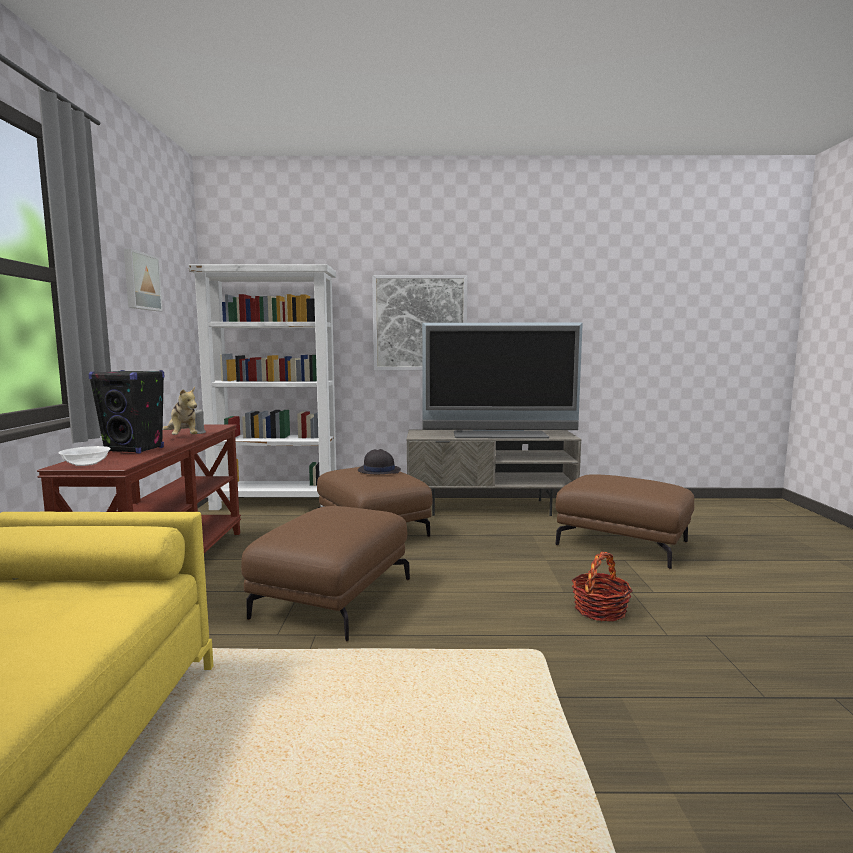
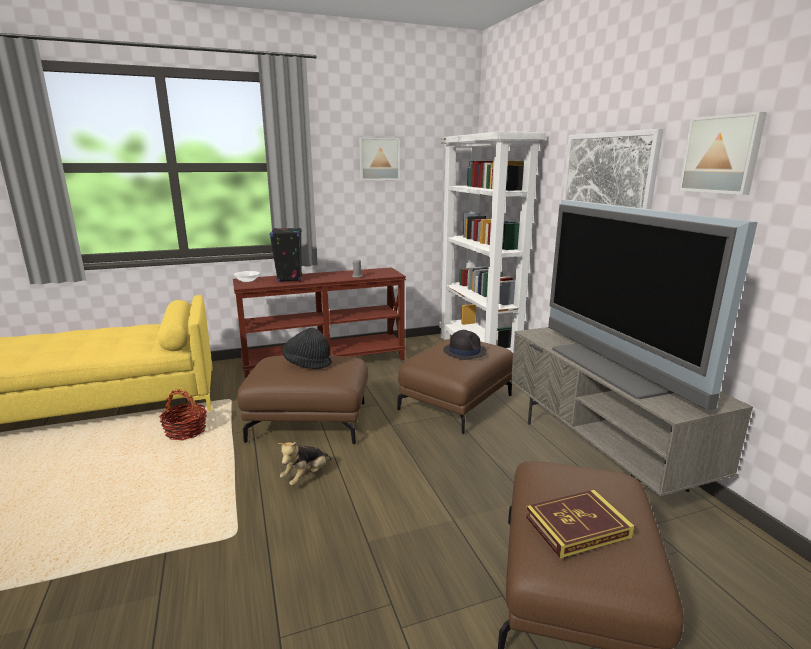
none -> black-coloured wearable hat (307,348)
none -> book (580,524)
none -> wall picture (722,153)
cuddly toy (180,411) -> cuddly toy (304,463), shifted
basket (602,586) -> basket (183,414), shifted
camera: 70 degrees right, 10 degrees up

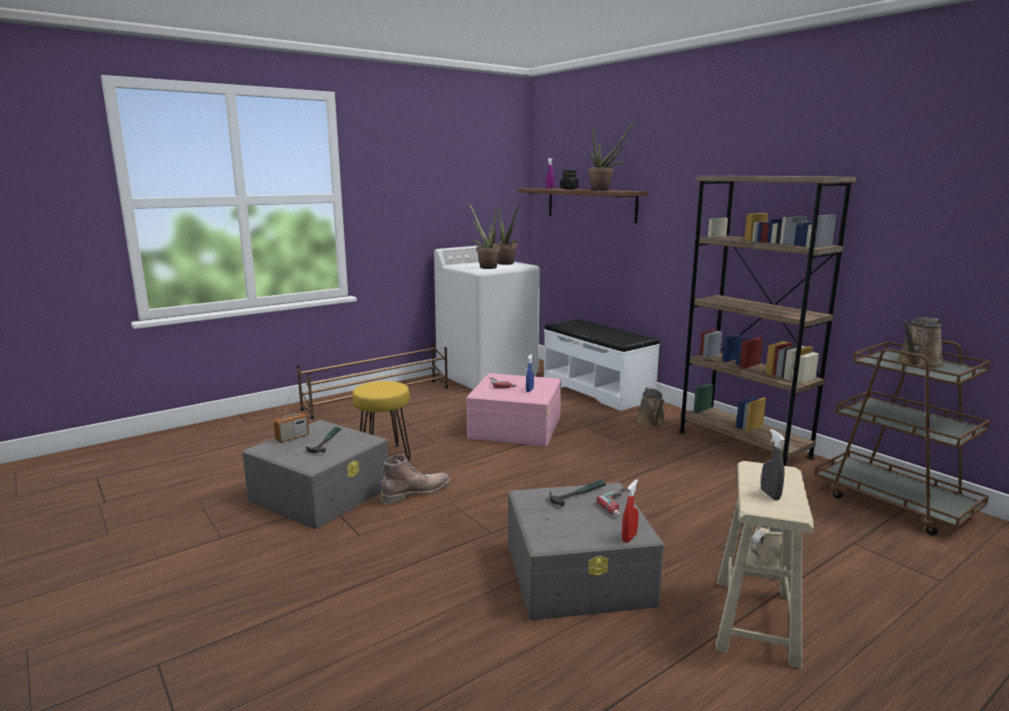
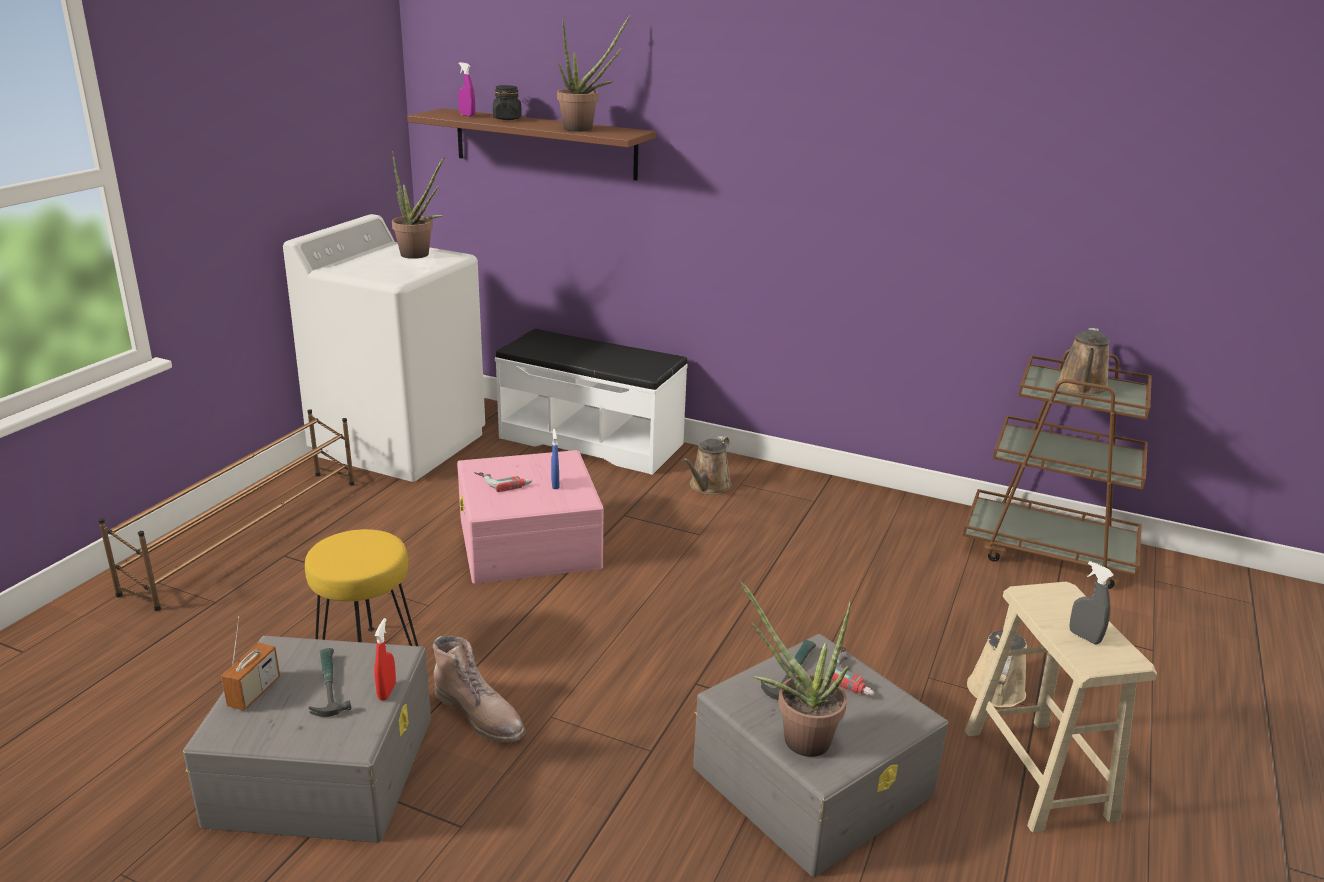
brown-coloured bookcase (767,321) -> none
houseplant (484,236) -> houseplant (795,668), shifted
red-coloured hand sprayer (630,511) -> red-coloured hand sprayer (385,659), shifted
brown-coloured tall boot (415,479) -> brown-coloured tall boot (479,689), 105 degrees clockwise
brown-coloured watering can (651,406) -> brown-coloured watering can (707,465), 60 degrees clockwise
camera: 30 degrees left, 10 degrees up

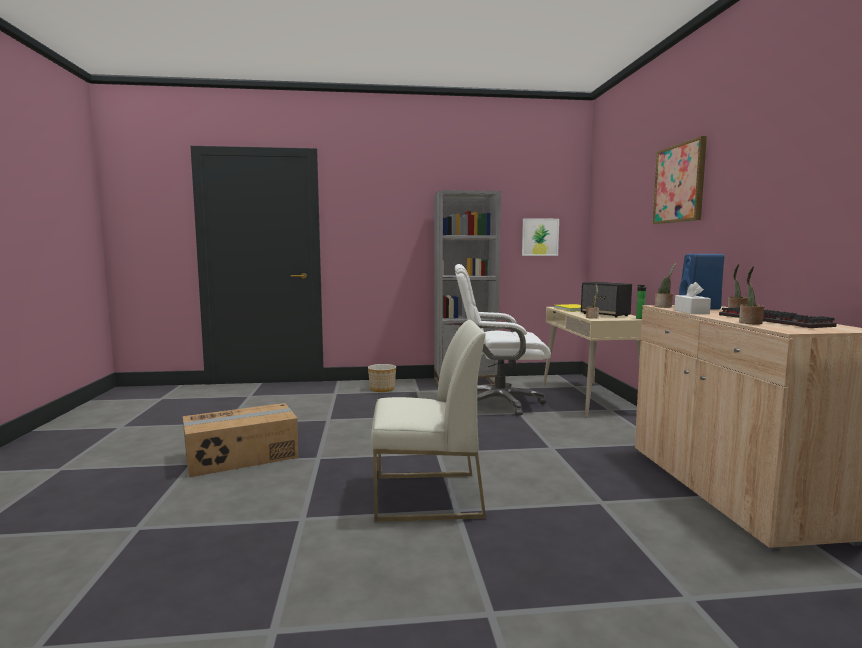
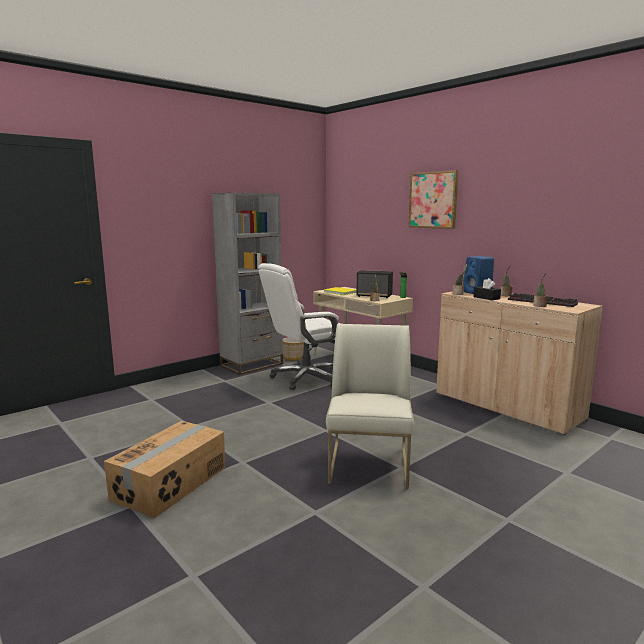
wall picture (540,237) -> none
planter (382,378) -> planter (293,349), shifted
white box of tissues (692,298) -> black-coloured box of tissues (487,289)
white chair (428,421) -> white chair (370,406), 45 degrees counterclockwise
camera: 35 degrees left, 5 degrees up

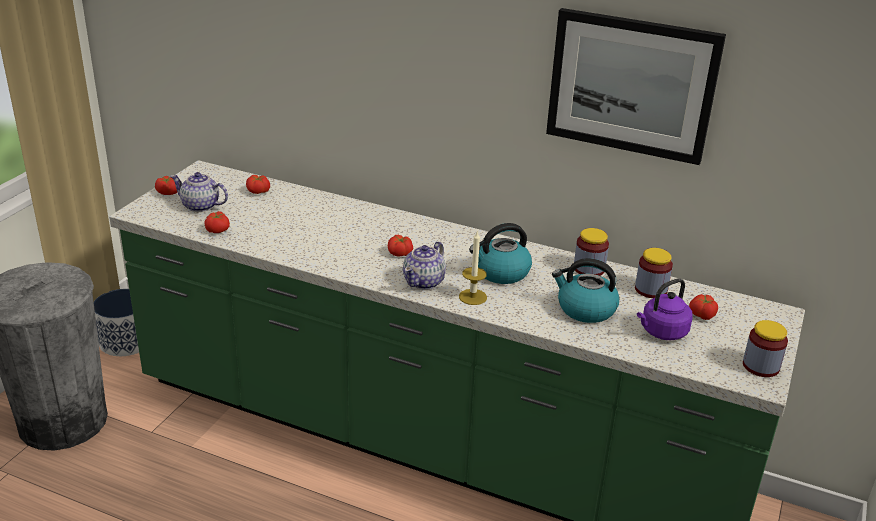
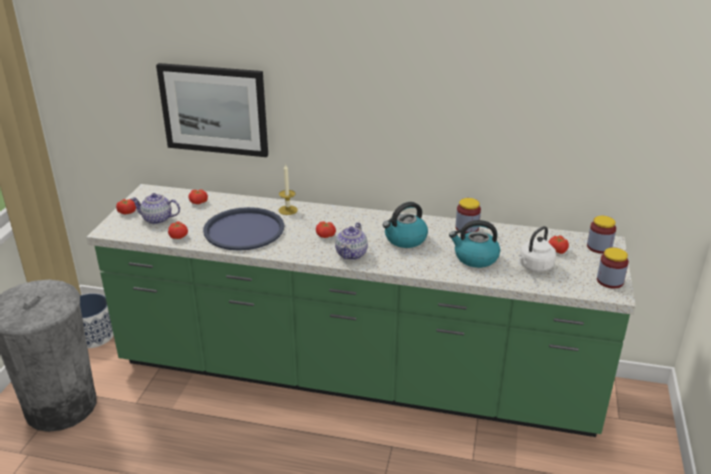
none -> blue tray (243,229)
wax candle (473,268) -> wax candle (288,190), shifted
wall picture (636,86) -> wall picture (212,110), shifted
preserve jar (654,273) -> preserve jar (601,235), shifted
purple kettle (664,309) -> white kettle (537,249)
camera: 10 degrees left, 0 degrees up

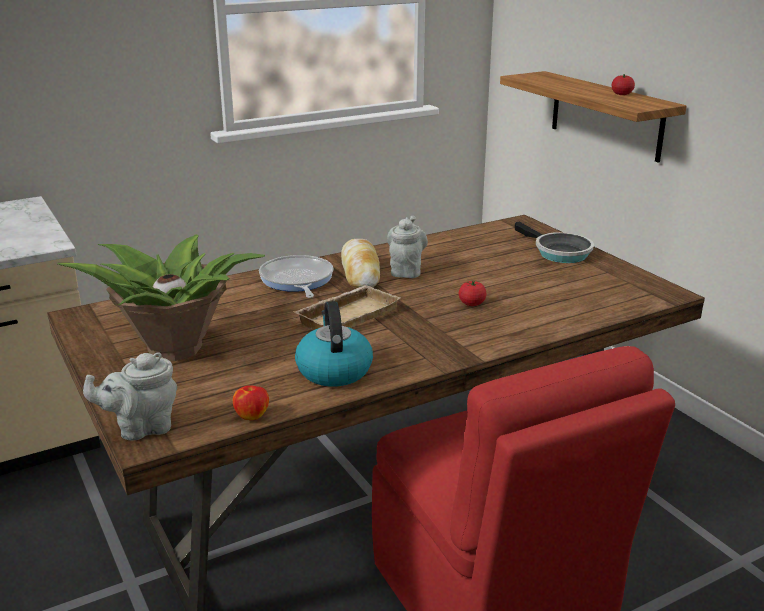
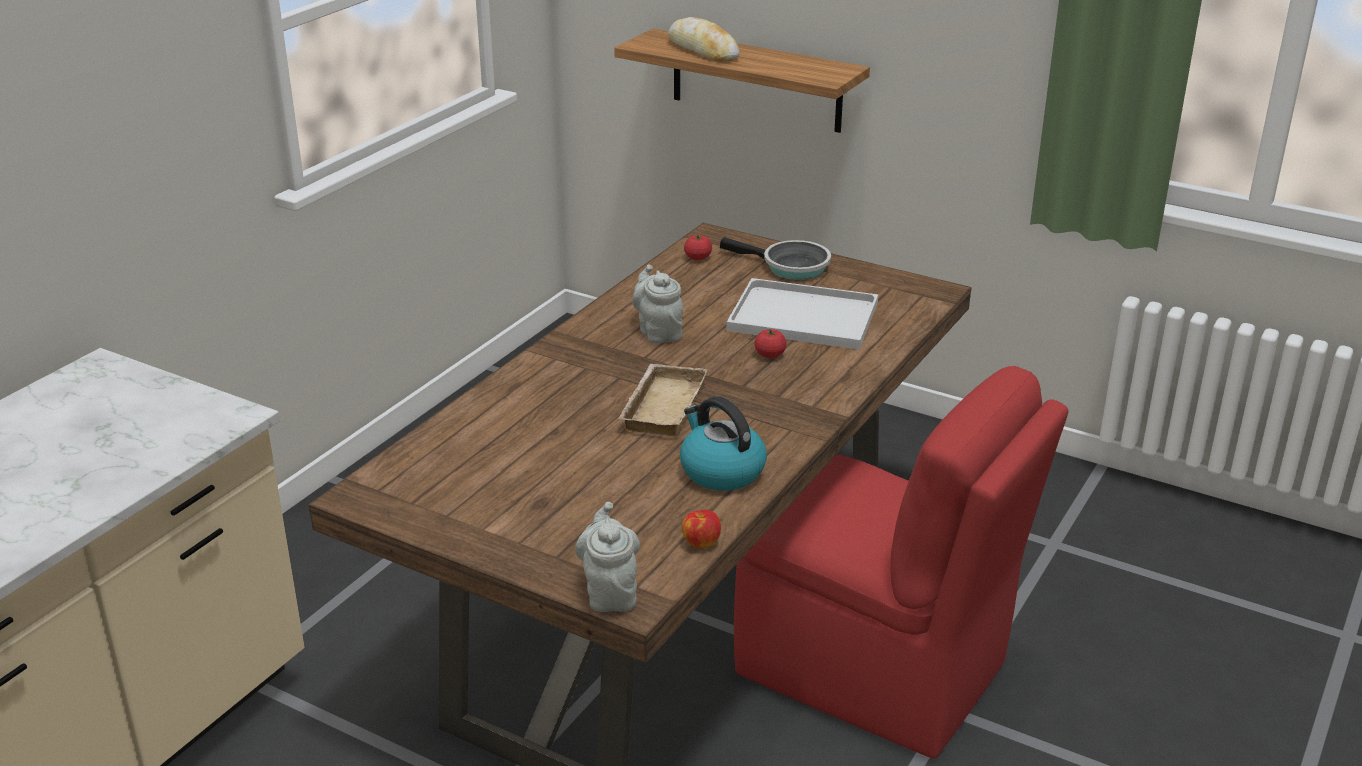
houseplant (161,297) -> none
frying pan (296,276) -> none
none -> white tray (802,314)
baked bread (360,263) -> baked bread (704,39), shifted
whole tomato (623,84) -> whole tomato (698,247), shifted
grey pot for tea (130,396) -> grey pot for tea (607,557), 135 degrees clockwise
camera: 30 degrees left, 5 degrees up

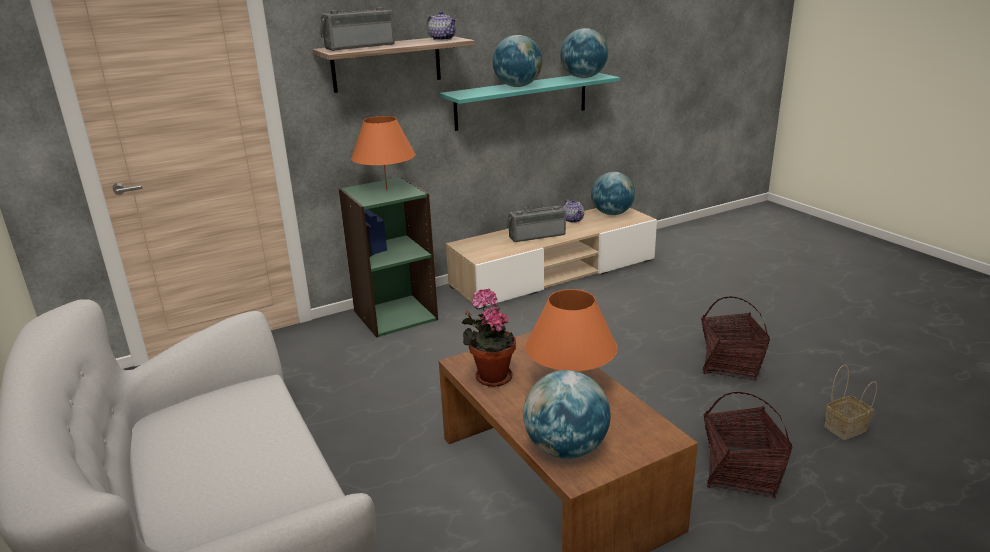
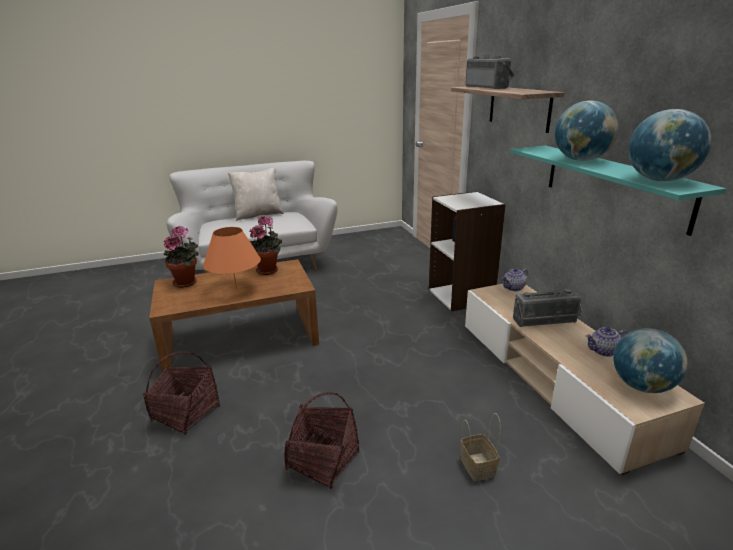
orangey table lamp (383,153) -> none
none -> beige-coloured pillow (256,194)
pot for tea (442,26) -> pot for tea (515,279), shifted
basket (850,402) -> basket (481,447), shifted
desk globe (567,414) -> houseplant (181,257)
greenish bookcase (388,257) -> white bookcase (467,251)
radio receiver (536,223) -> radio receiver (548,308), 90 degrees clockwise
camera: 100 degrees right, 0 degrees up

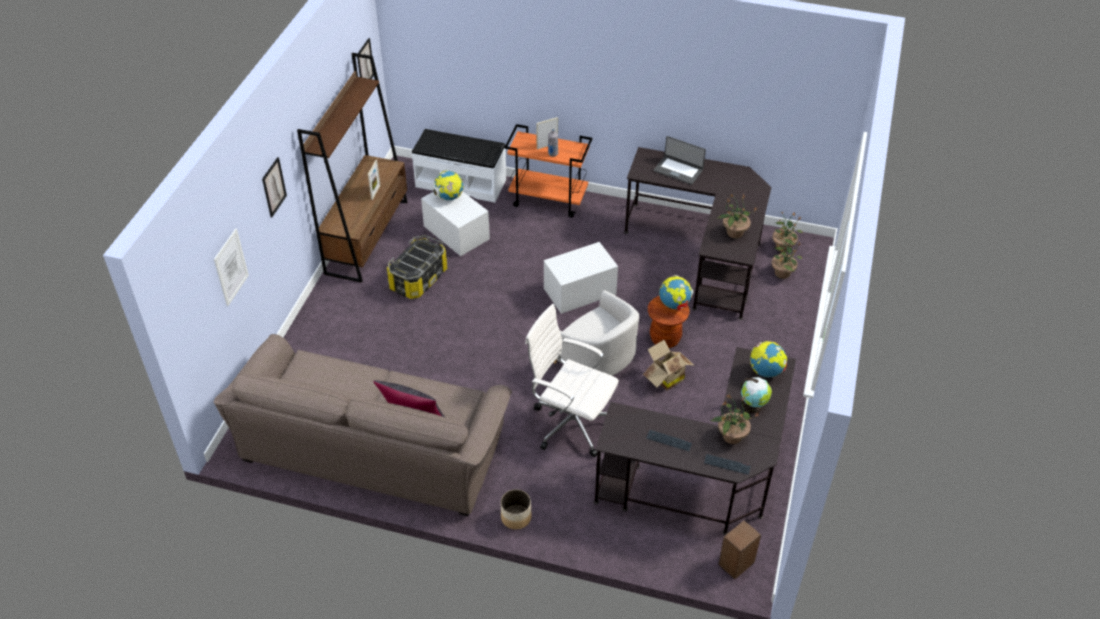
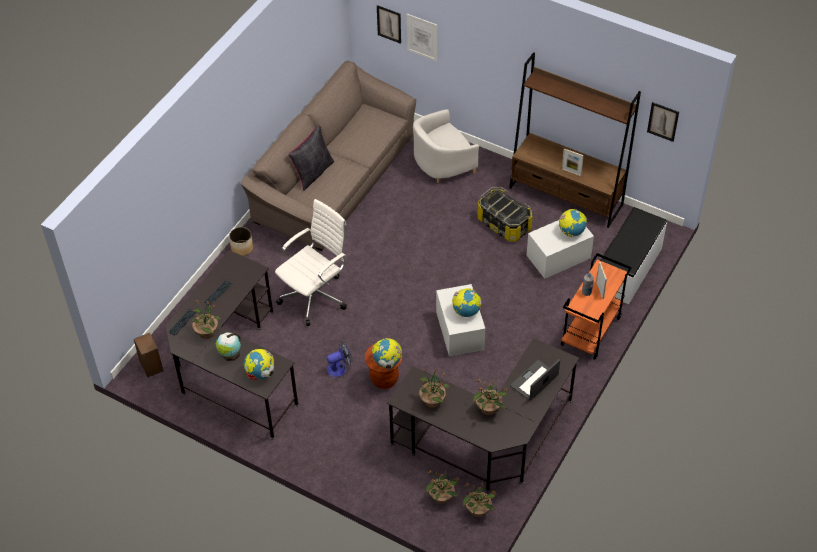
none -> desk globe (467,302)
none -> houseplant (490,397)
wall picture (274,187) -> wall picture (389,24), shifted
white armchair (596,333) -> white armchair (446,146), shifted
packing box (668,365) -> fan (339,359)
camera: 105 degrees right, 5 degrees up

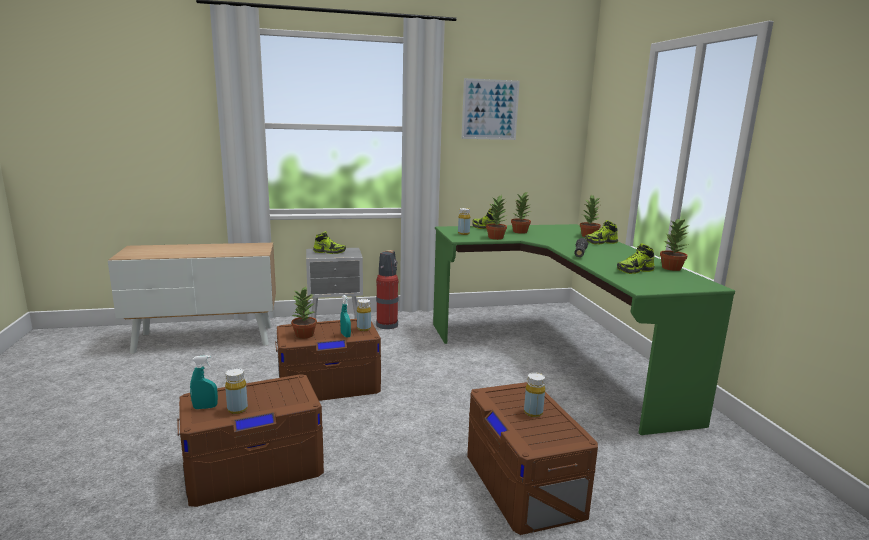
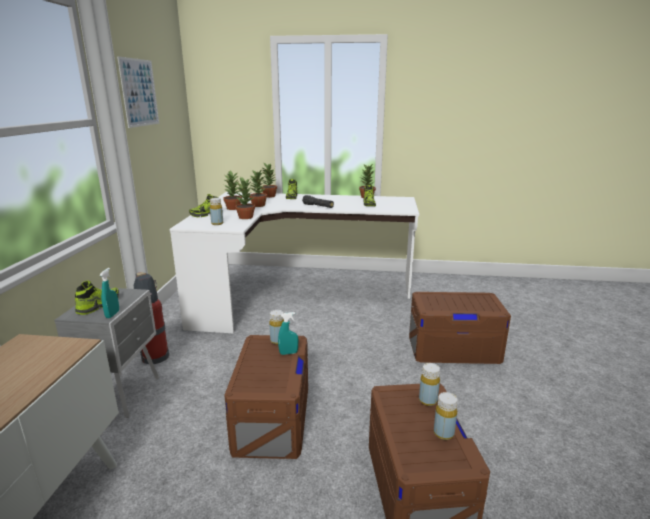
blue-green hand sprayer (204,382) -> blue-green hand sprayer (109,293), shifted
houseplant (304,313) -> houseplant (258,188), shifted
yellow-coloured bottle (534,394) -> yellow-coloured bottle (429,384), shifted
greenish desk table (584,329) -> white desk table (294,262)
camera: 70 degrees left, 5 degrees up

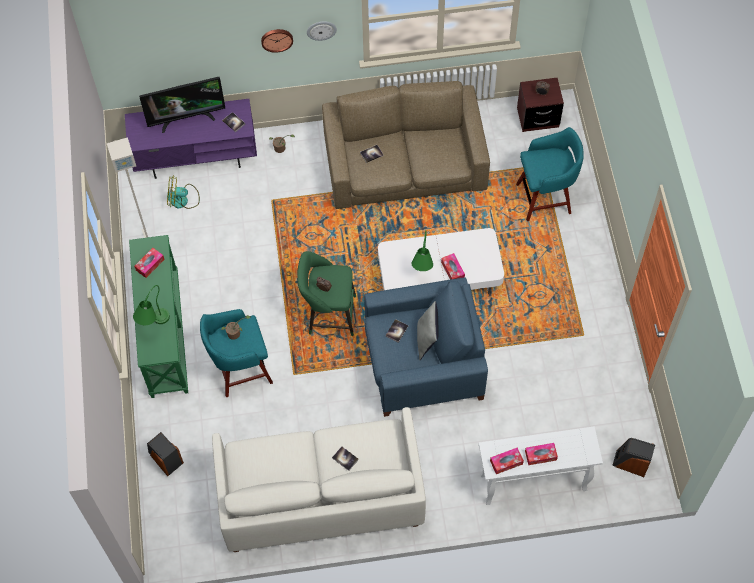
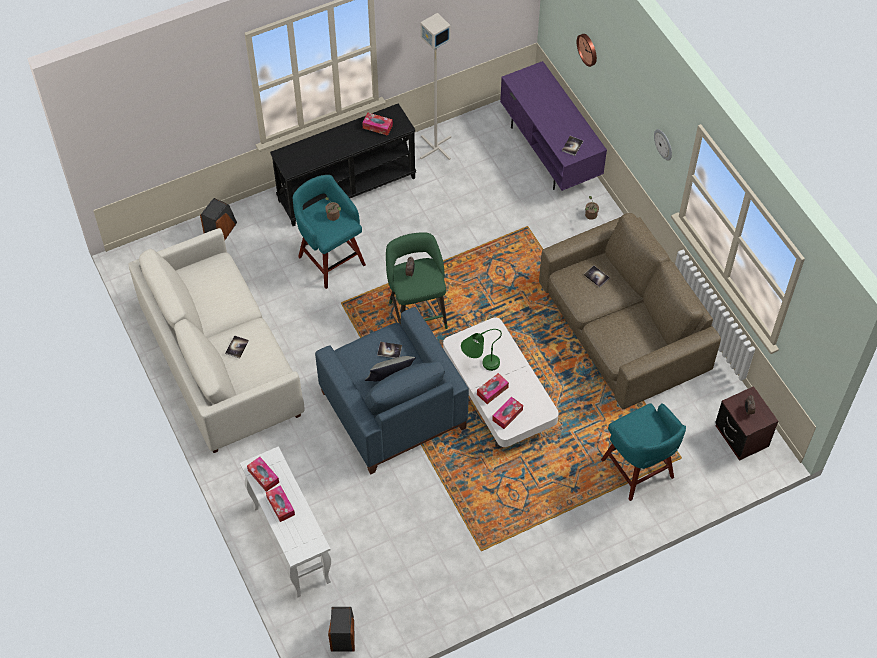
greenish table lamp (151,305) -> none
TV (182,105) -> none
fan (183,192) -> none
none -> box of tissues (507,412)
wall clock (277,41) -> wall clock (587,50), shifted
greenish hall table (158,316) -> black-coloured hall table (343,164)
camera: 70 degrees right, 5 degrees down

